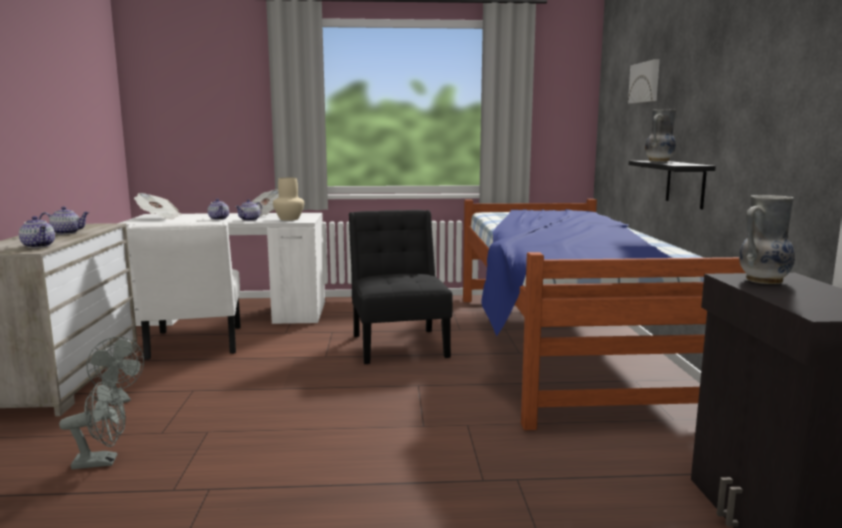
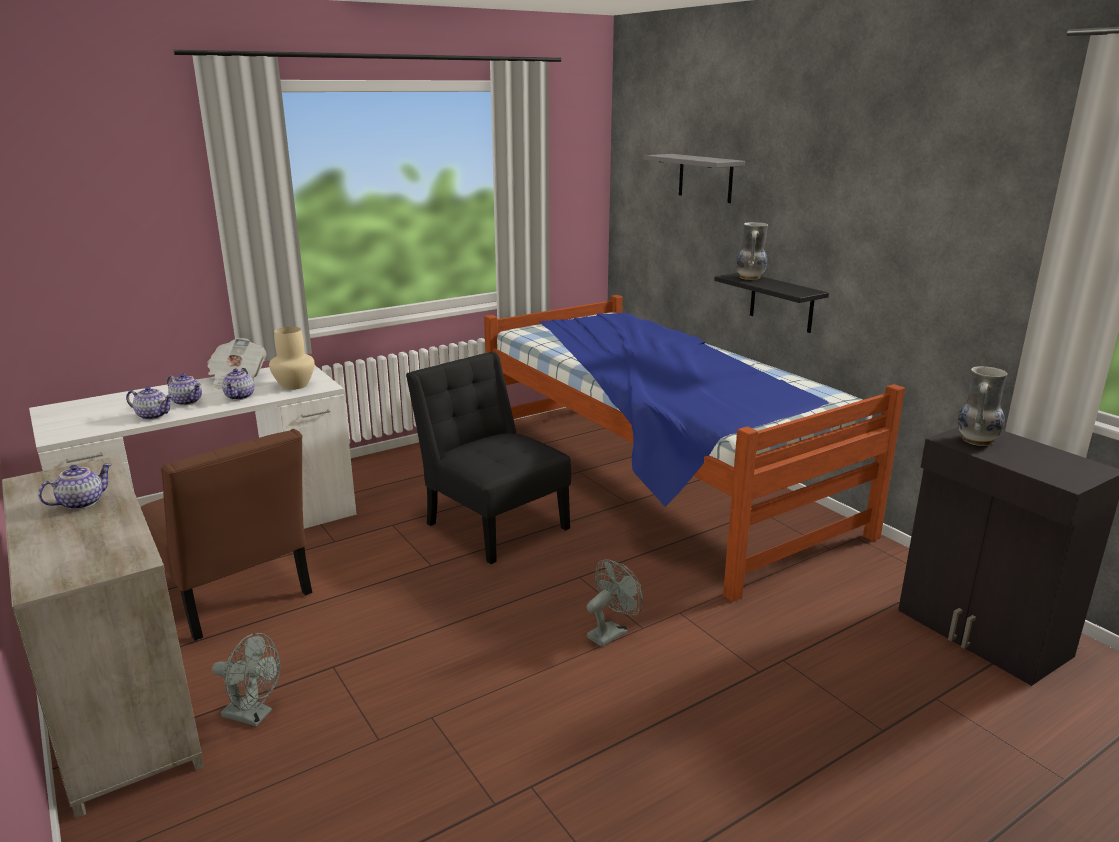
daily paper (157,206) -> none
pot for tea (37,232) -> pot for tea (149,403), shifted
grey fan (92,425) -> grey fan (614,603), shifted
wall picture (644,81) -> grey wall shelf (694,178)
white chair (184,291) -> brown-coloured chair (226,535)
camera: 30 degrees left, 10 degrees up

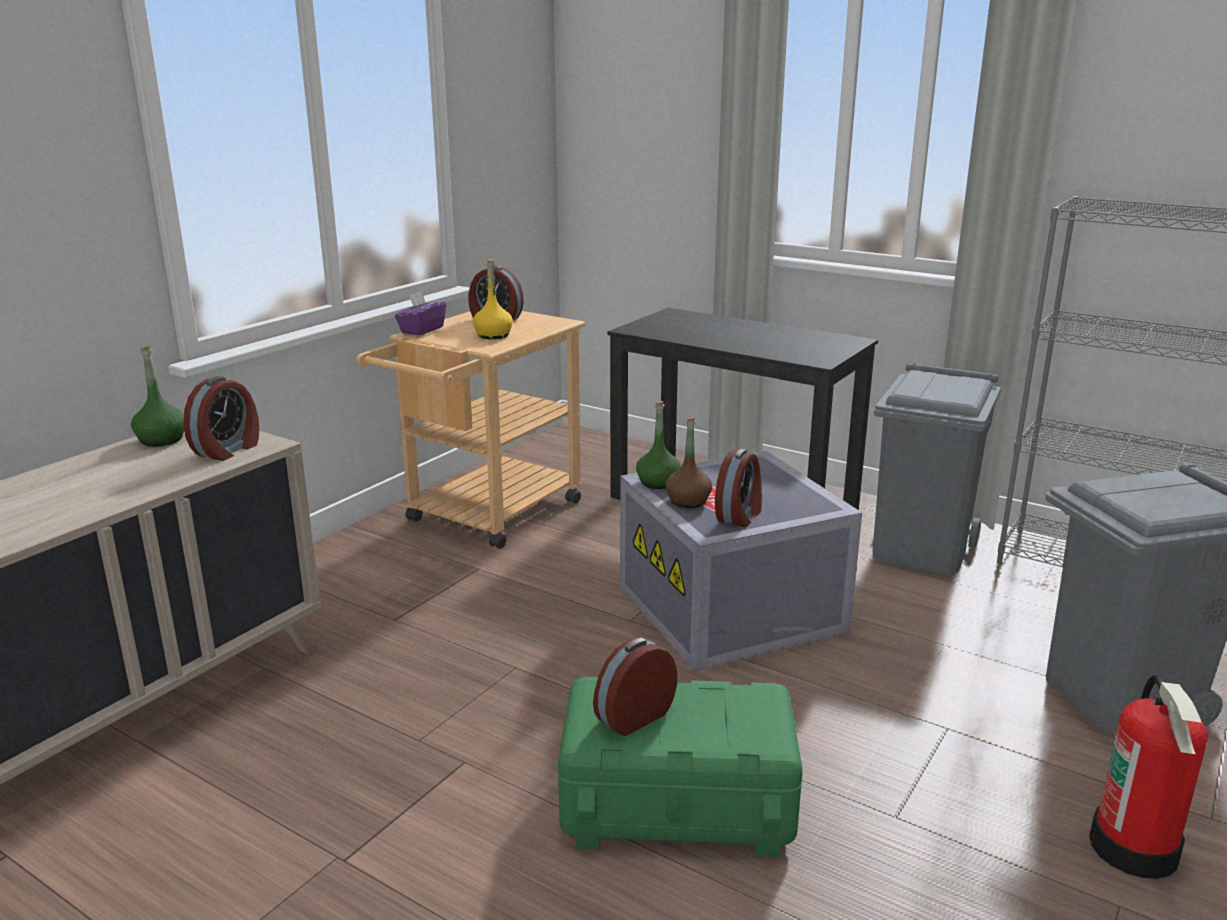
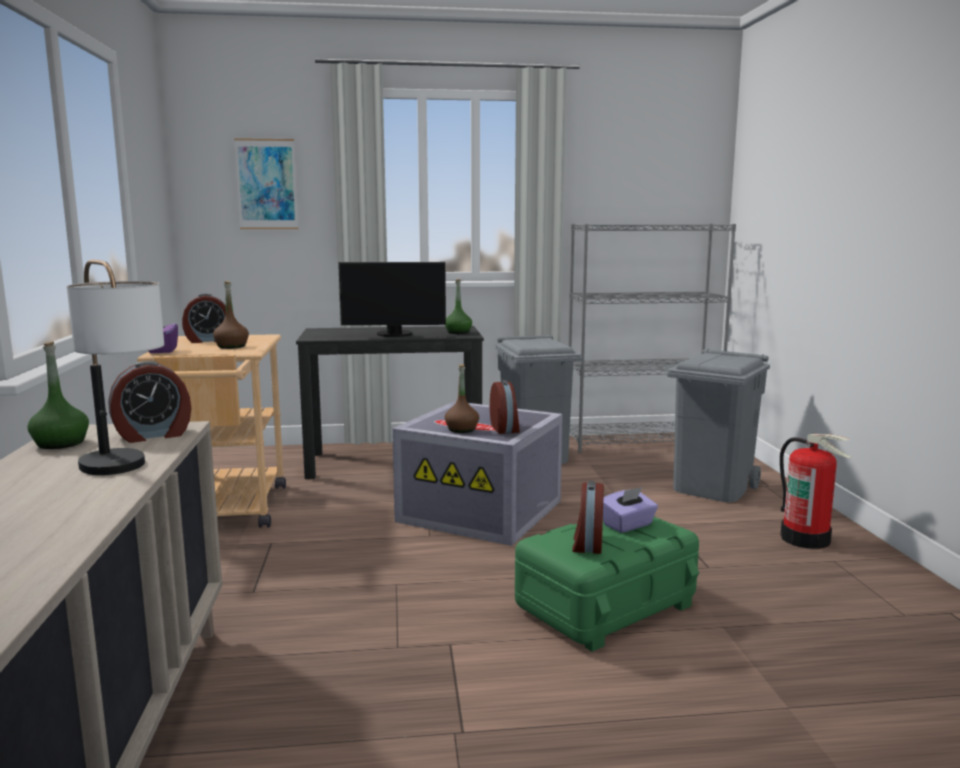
none -> table lamp (115,367)
none -> wall picture (266,183)
none -> computer display (392,299)
none -> purple box of tissues (630,510)
greenish bottle (658,445) -> greenish bottle (458,306), shifted
yellow-coloured bottle (493,299) -> brown-coloured bottle (231,315)
alarm clock (221,418) -> alarm clock (149,402), 75 degrees clockwise
camera: 40 degrees left, 10 degrees down

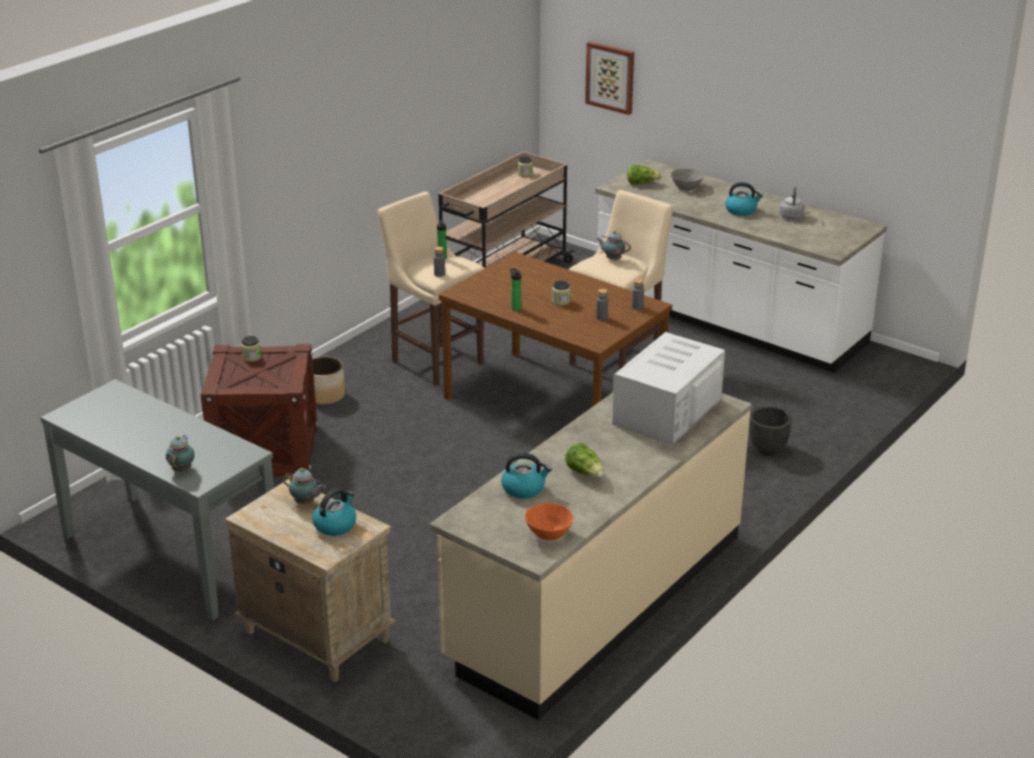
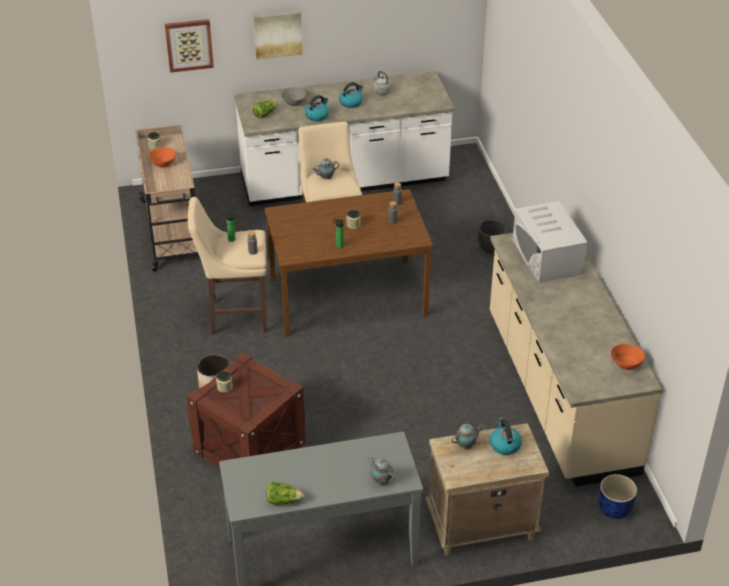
none -> orangey bowl (162,157)
none -> wall picture (278,35)
none -> blue planter (618,496)
kettle (526,475) -> kettle (317,108), shifted
lettuce (584,460) -> lettuce (285,493), shifted
camera: 50 degrees left, 10 degrees up

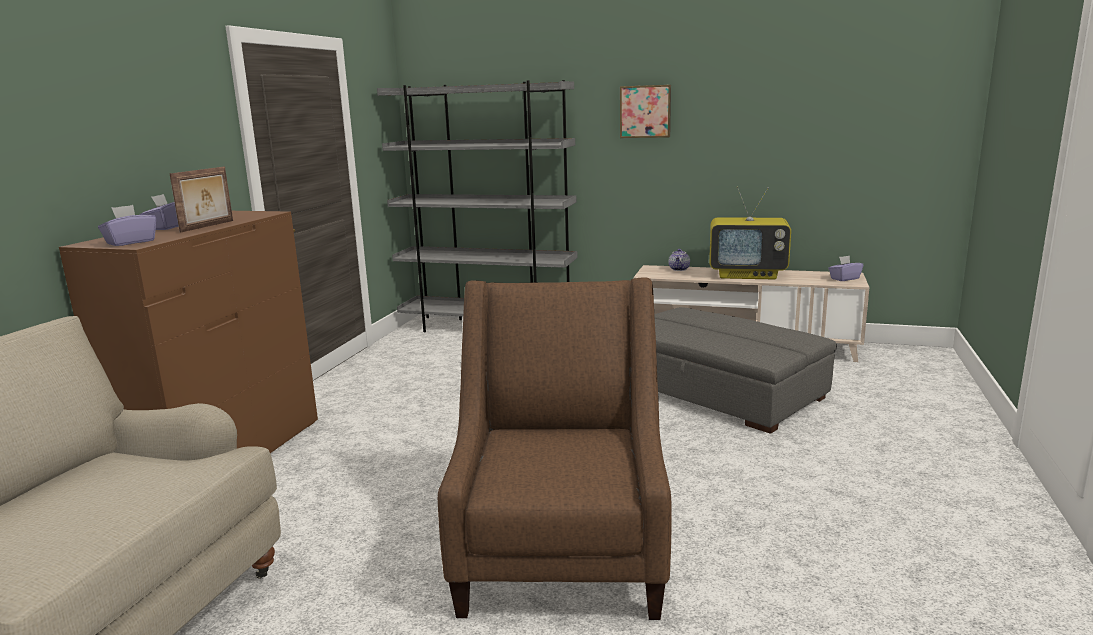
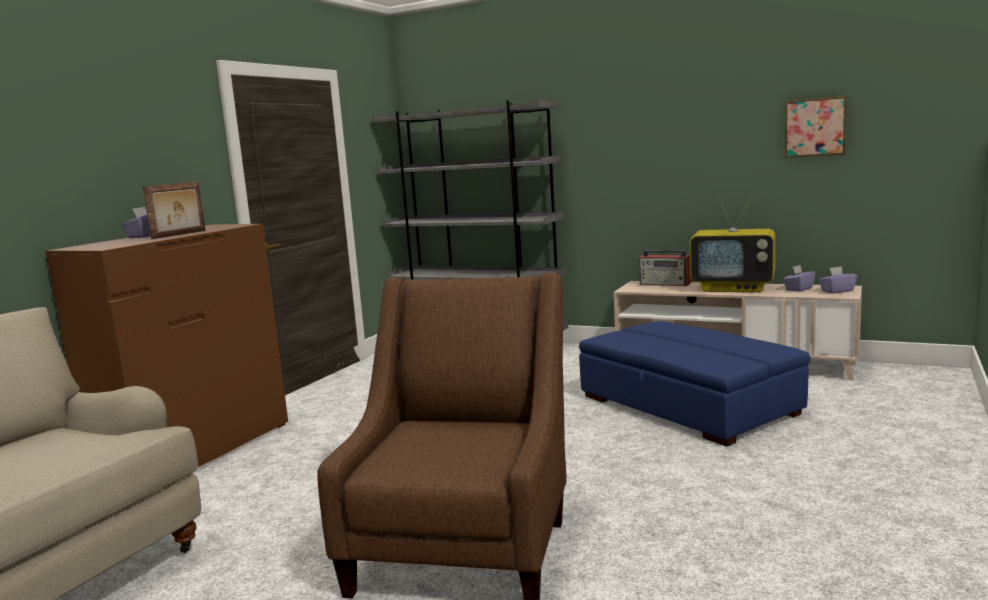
purple box of tissues (127,225) -> purple box of tissues (799,278), shifted
wall picture (645,111) -> wall picture (816,127), shifted
pot for tea (679,260) -> radio receiver (665,268)
grey footrest (745,370) -> blue footrest (695,384)
camera: 10 degrees right, 5 degrees down

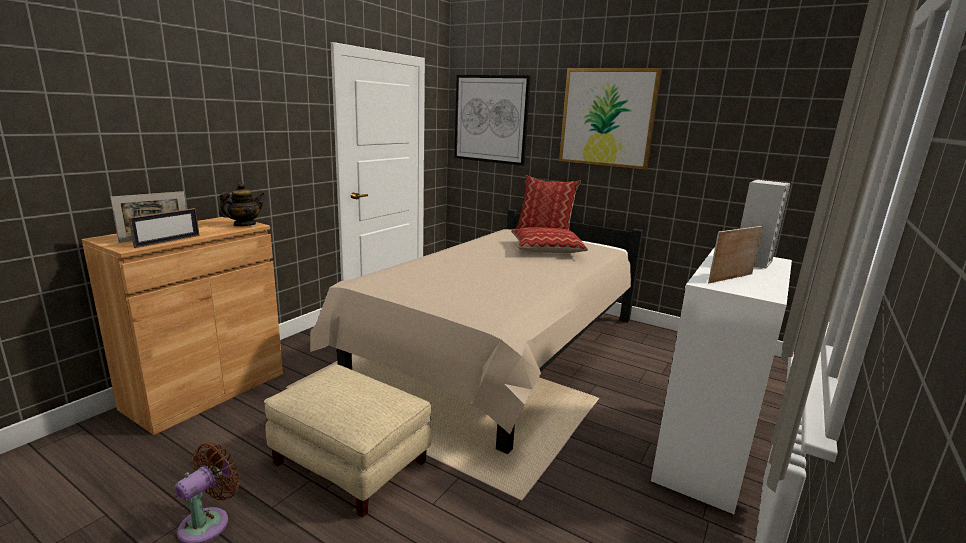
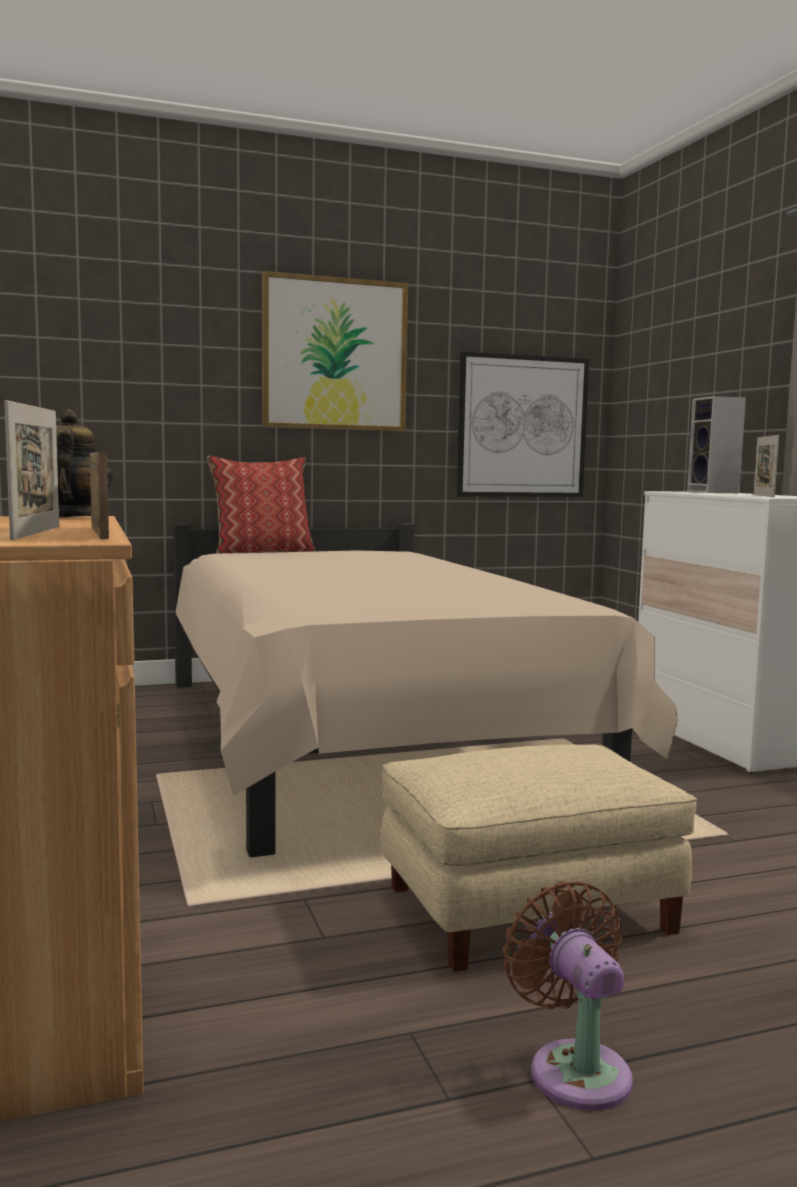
pillow (549,240) -> none
wall picture (492,120) -> wall picture (522,424), shifted
camera: 50 degrees left, 10 degrees down

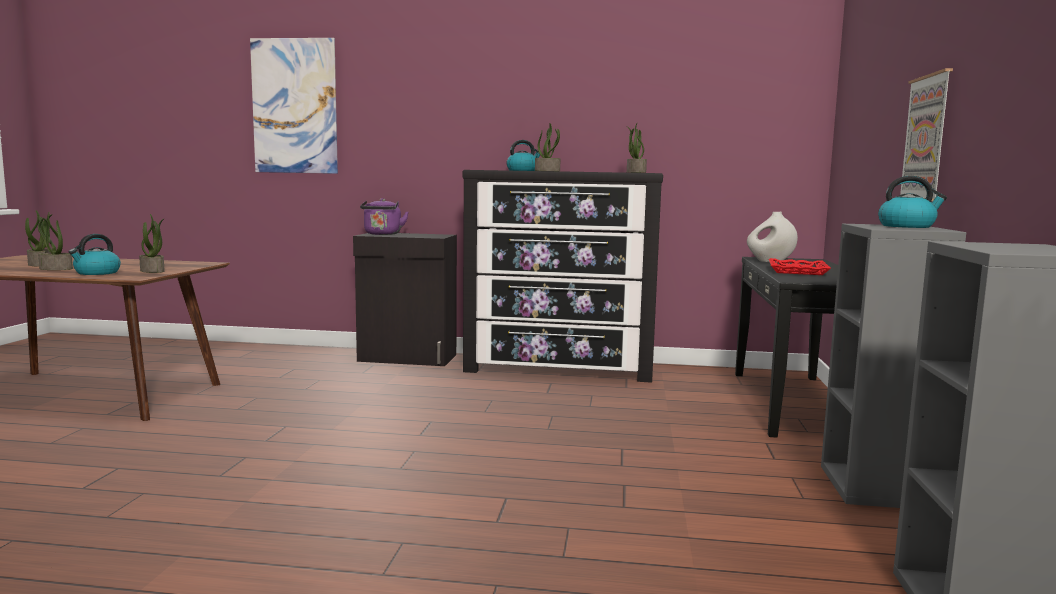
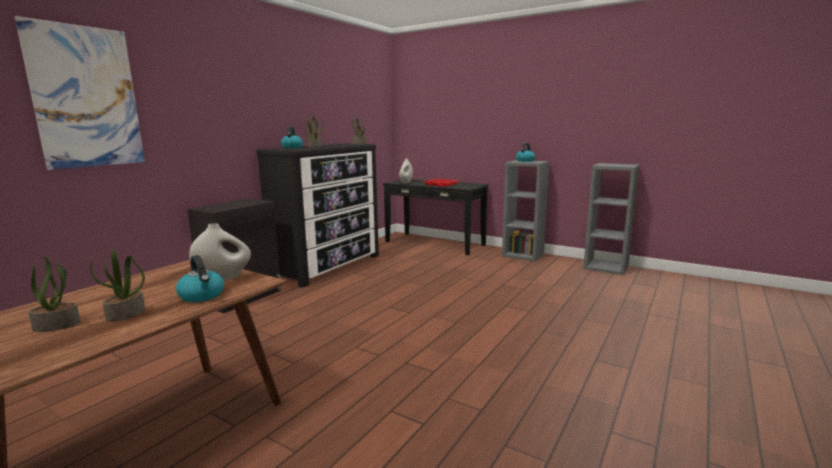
purple kettle (384,216) -> none
wall picture (926,134) -> none
houseplant (152,243) -> white flower vase (220,251)
camera: 65 degrees left, 5 degrees up

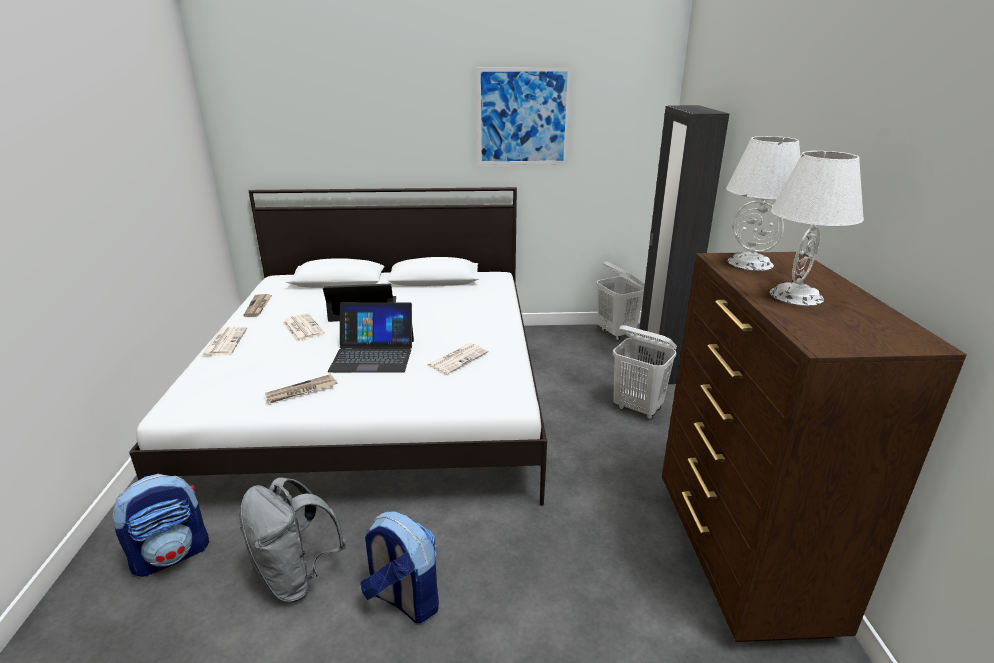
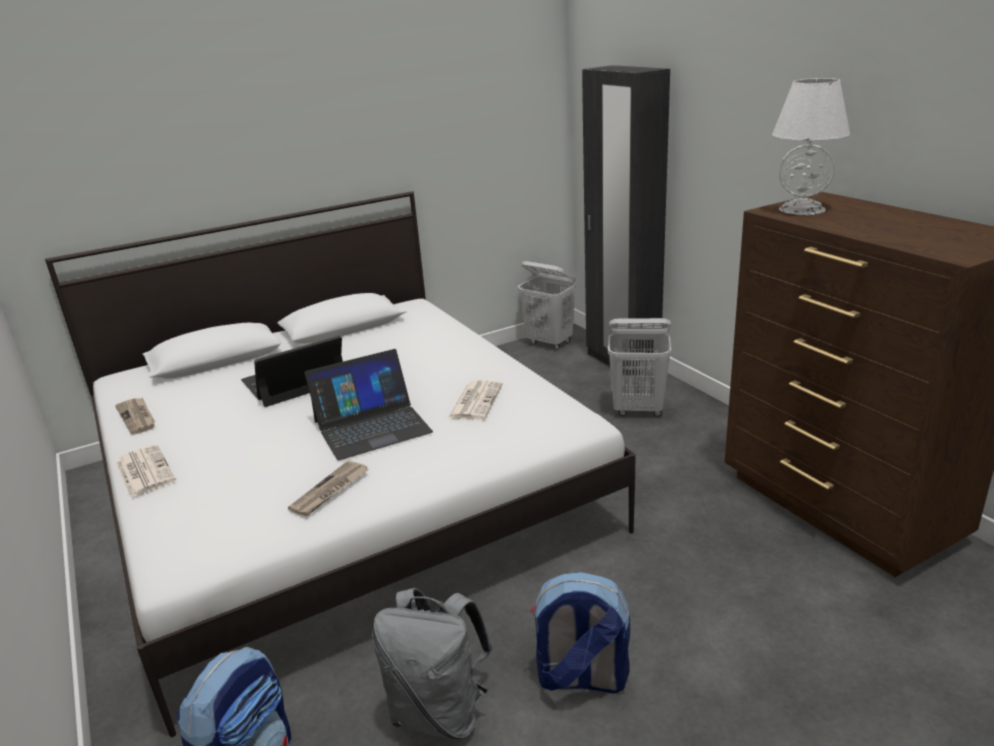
daily paper (303,327) -> none
wall picture (524,116) -> none
white table lamp (817,228) -> none
camera: 25 degrees left, 0 degrees up

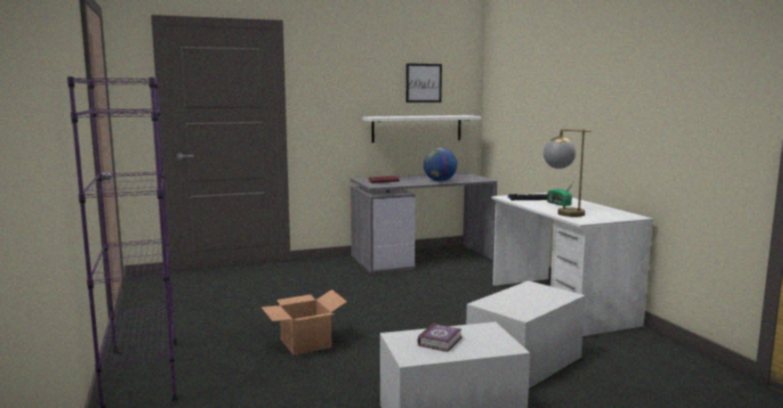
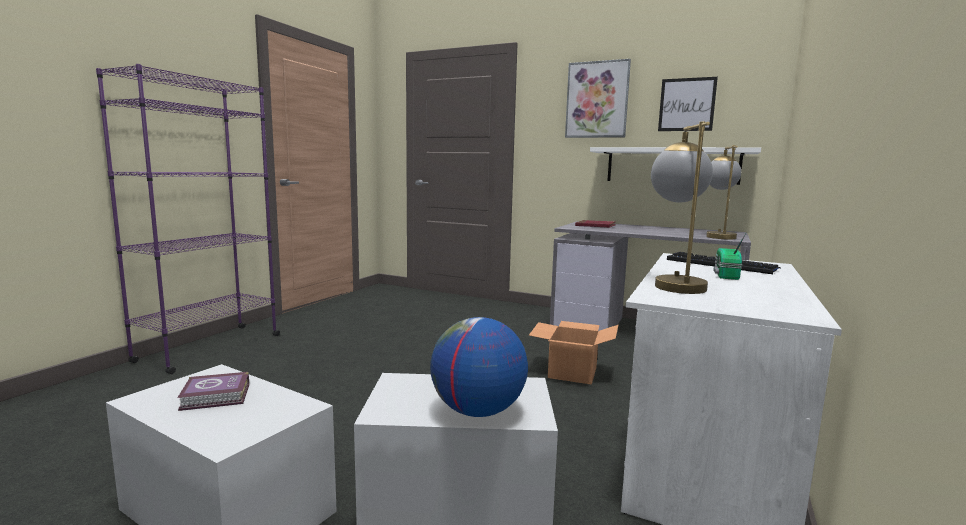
none -> wall picture (598,98)
none -> table lamp (723,192)
packing box (304,322) -> packing box (573,353), shifted
desk globe (440,165) -> desk globe (479,367), shifted
camera: 45 degrees right, 0 degrees up

